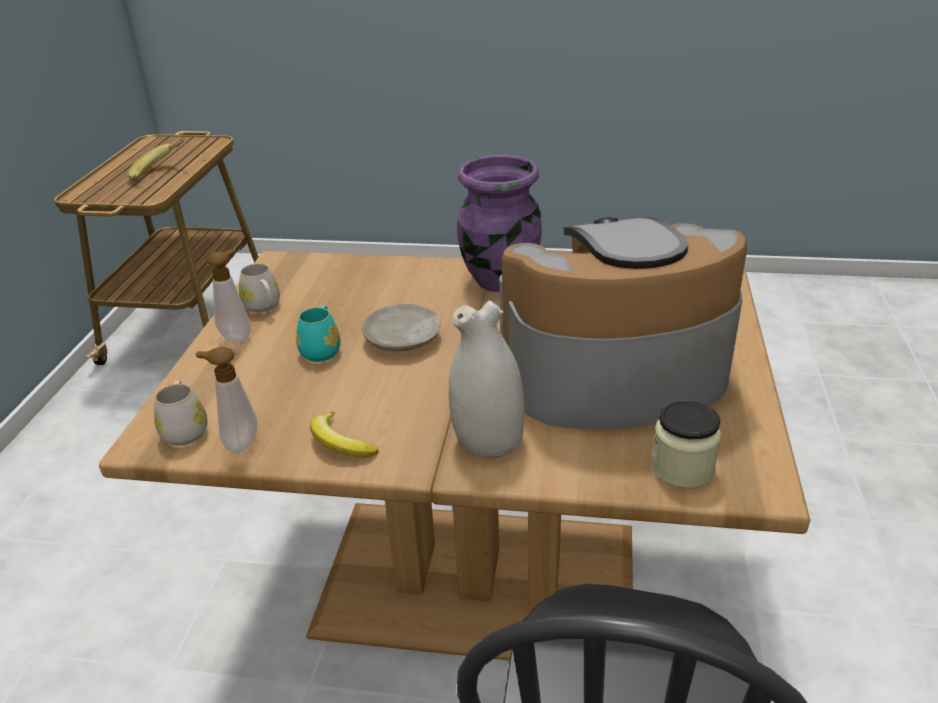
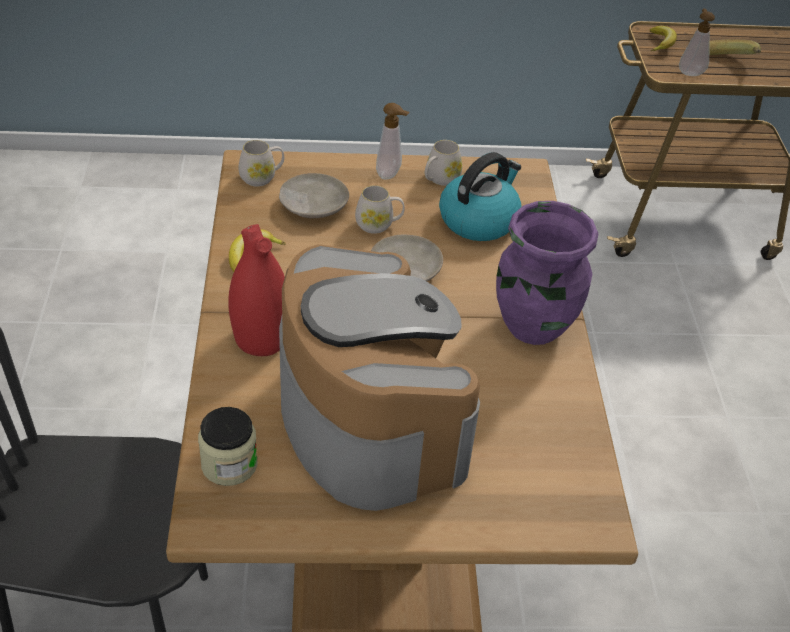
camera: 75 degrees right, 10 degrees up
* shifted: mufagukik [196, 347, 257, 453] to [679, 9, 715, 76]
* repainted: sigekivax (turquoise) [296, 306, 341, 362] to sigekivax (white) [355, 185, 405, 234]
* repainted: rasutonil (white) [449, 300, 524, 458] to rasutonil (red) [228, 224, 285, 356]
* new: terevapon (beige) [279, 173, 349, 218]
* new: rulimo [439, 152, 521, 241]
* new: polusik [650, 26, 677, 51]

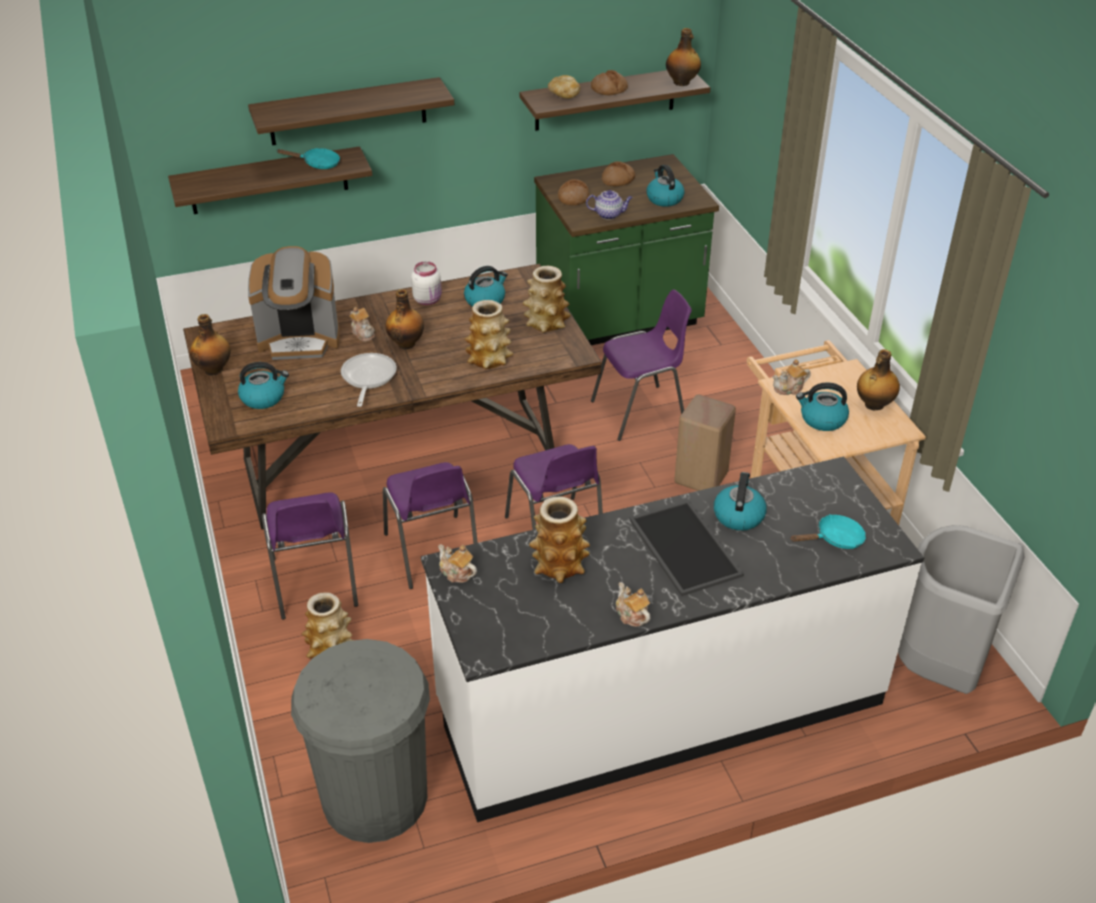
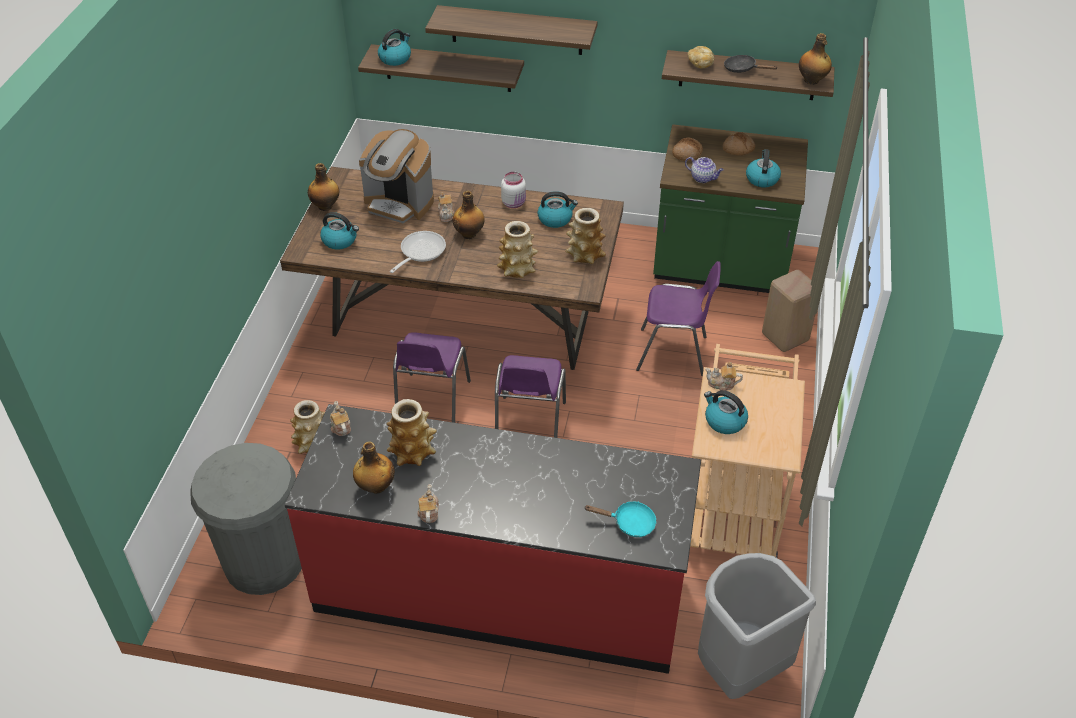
camera: 30 degrees right, 5 degrees up
* gone: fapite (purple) [262, 492, 358, 620]
* gone: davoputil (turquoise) [277, 148, 340, 169]
* repainted: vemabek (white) [421, 457, 924, 822] to vemabek (red) [285, 404, 701, 674]
* swapped: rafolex [591, 70, 628, 95] to davoputil (black) [724, 55, 777, 73]
* gone: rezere [629, 500, 744, 596]
* shifted: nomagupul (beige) [674, 394, 736, 491] to [762, 270, 815, 352]
* shifted: rulimo [714, 472, 767, 531] to [378, 29, 411, 66]
* shifted: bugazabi [857, 349, 900, 411] to [353, 442, 395, 494]

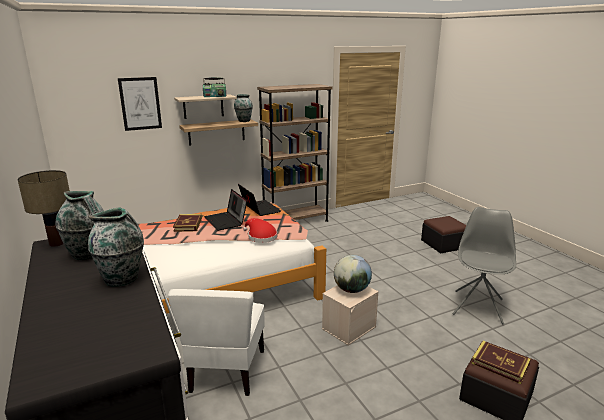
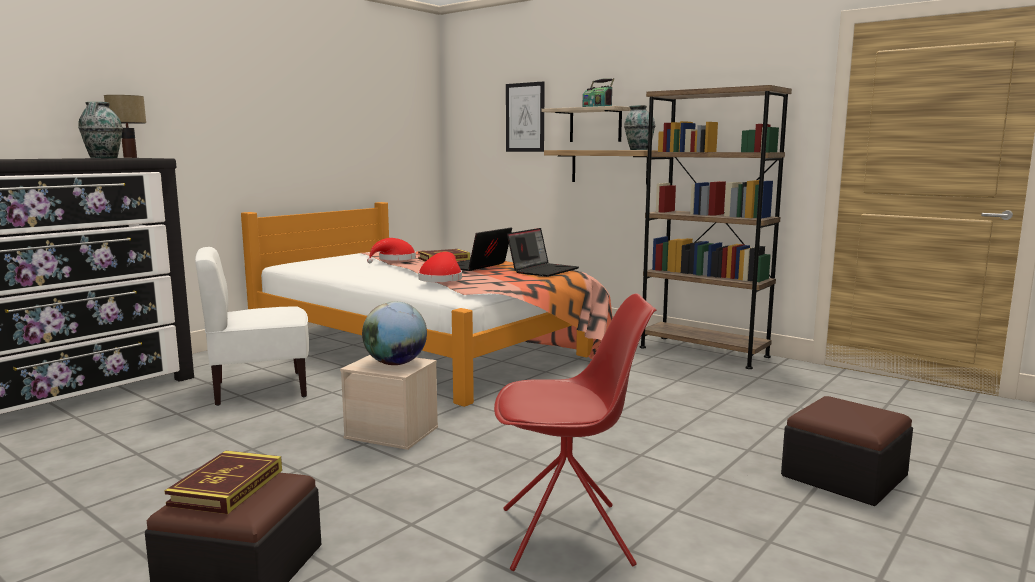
camera: 65 degrees right, 10 degrees down
* gone: rasutonil [88, 208, 144, 287]
* repainted: fapite (grey) [452, 207, 516, 325] to fapite (red) [494, 294, 657, 571]
* new: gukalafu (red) [367, 238, 416, 263]

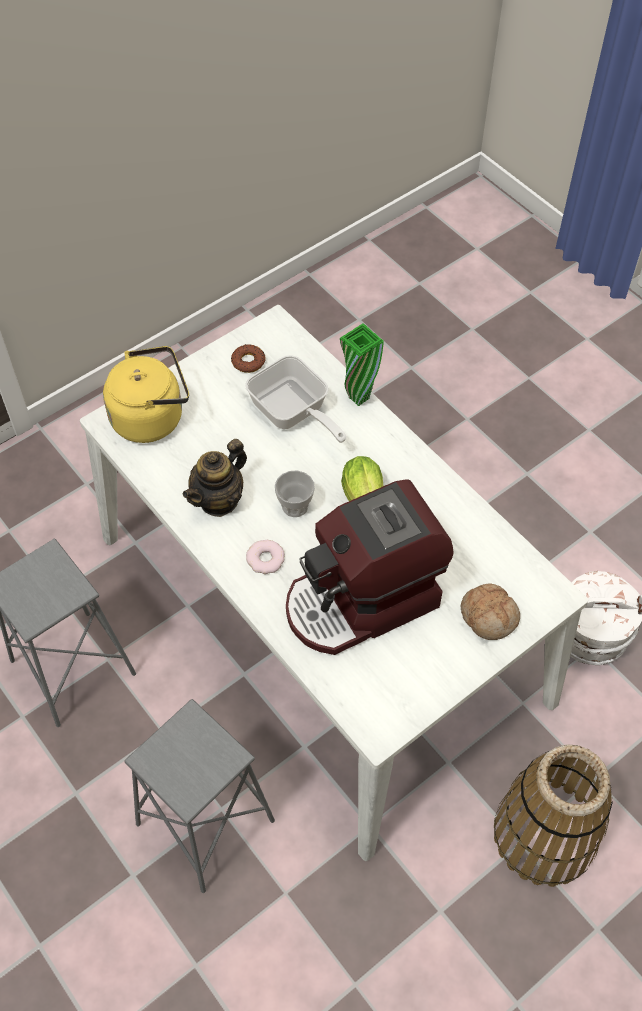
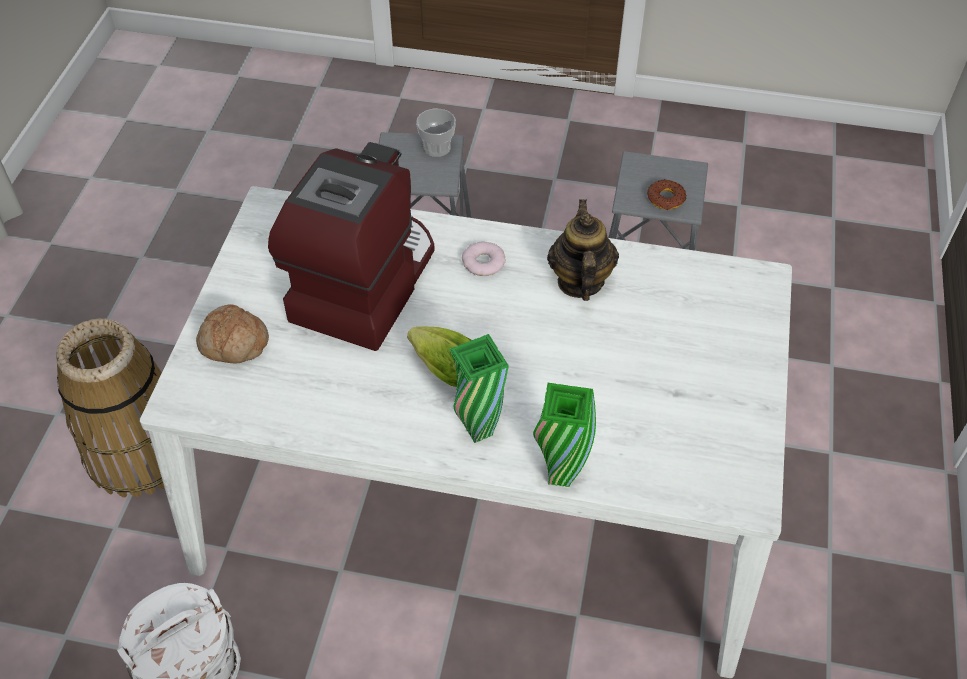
camera: 140 degrees right, 5 degrees down
* gone: rulimo (yellow) [103, 346, 189, 443]
* shifted: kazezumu [231, 344, 266, 373] to [647, 179, 686, 210]
* gone: davoputil [245, 355, 347, 443]
* shifted: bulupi [275, 470, 315, 517] to [416, 109, 456, 157]
* new: rasutonil (green) [449, 334, 509, 443]

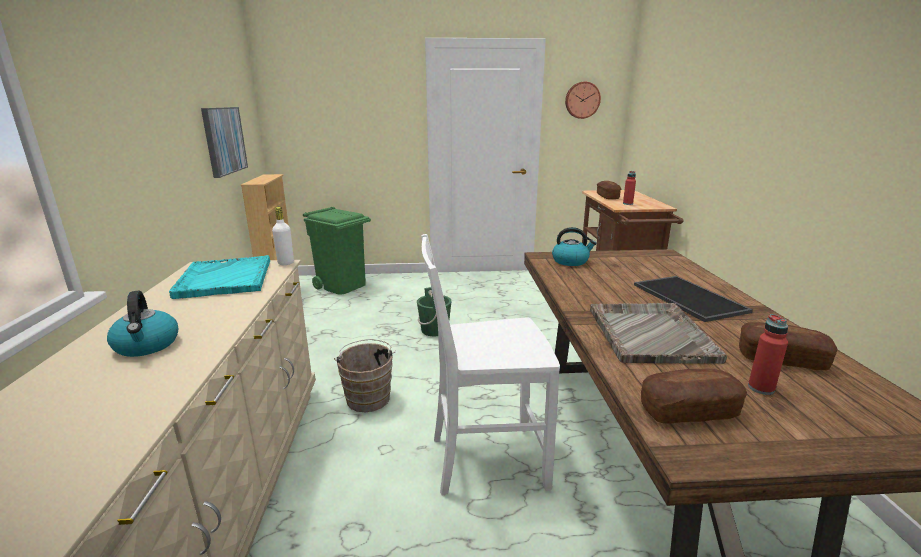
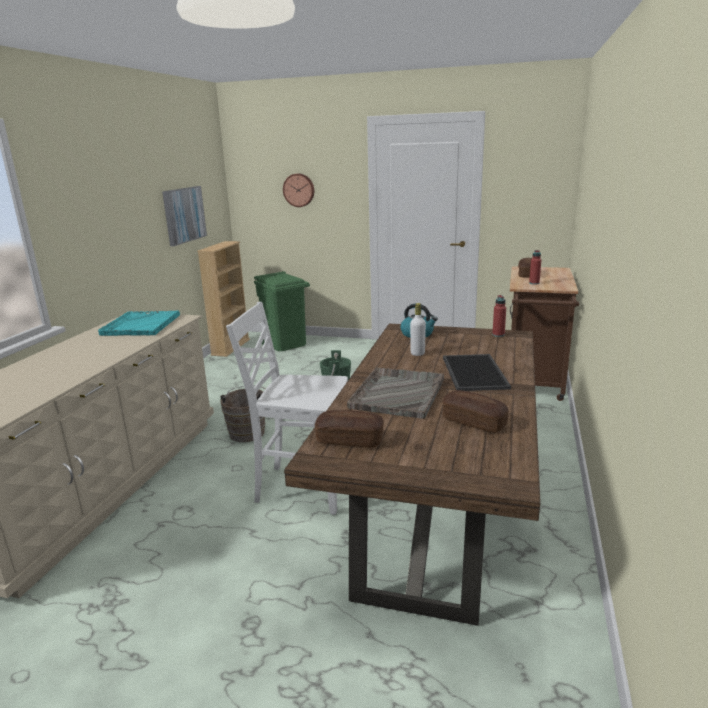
camera: 20 degrees right, 0 degrees up
* gone: rulimo [107, 290, 179, 357]
* shifted: bugazabi (white) [272, 207, 294, 265] to [410, 303, 426, 356]
* shifted: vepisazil [565, 82, 601, 119] to [283, 173, 314, 207]
* shifted: bugazabi (red) [748, 314, 788, 395] to [492, 295, 506, 337]

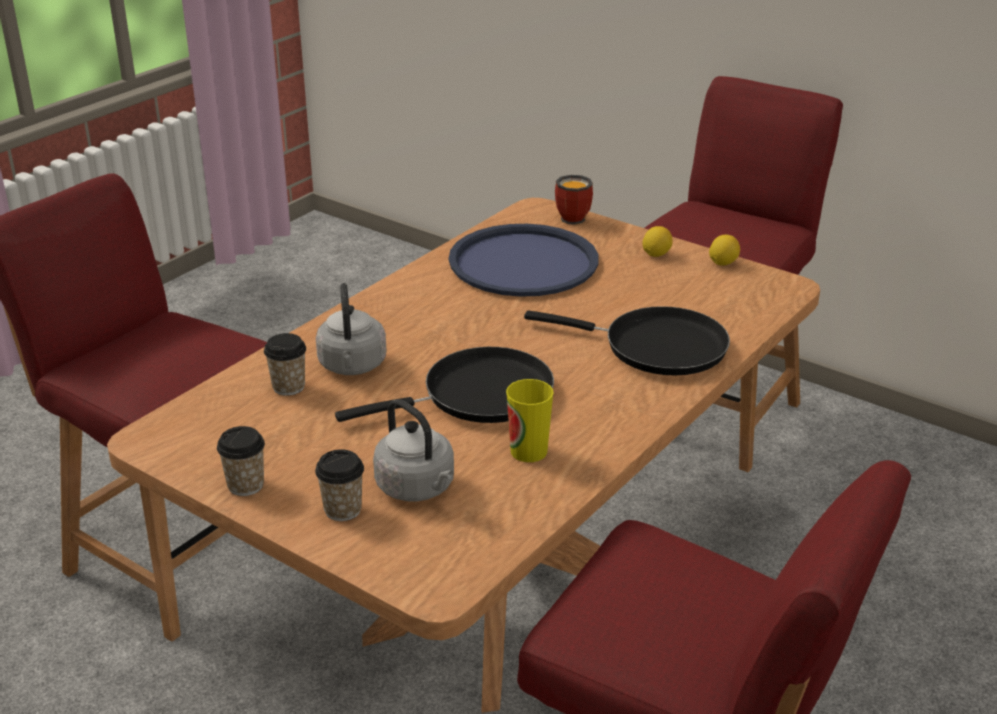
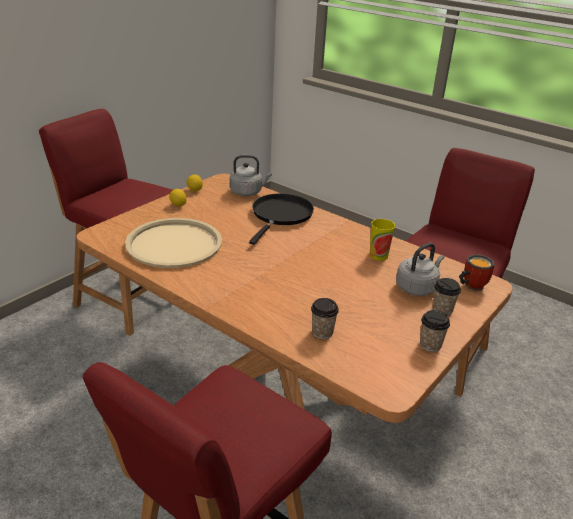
camera: 90 degrees left, 0 degrees up
* shifted: rulimo (grey) [316, 283, 387, 375] to [229, 155, 272, 196]
* gone: davoputil (black) [335, 347, 554, 423]
* repainted: rezere (blue) [449, 224, 599, 297] to rezere (beige) [125, 218, 222, 268]
* shifted: sigekivax [555, 175, 593, 225] to [459, 254, 495, 291]

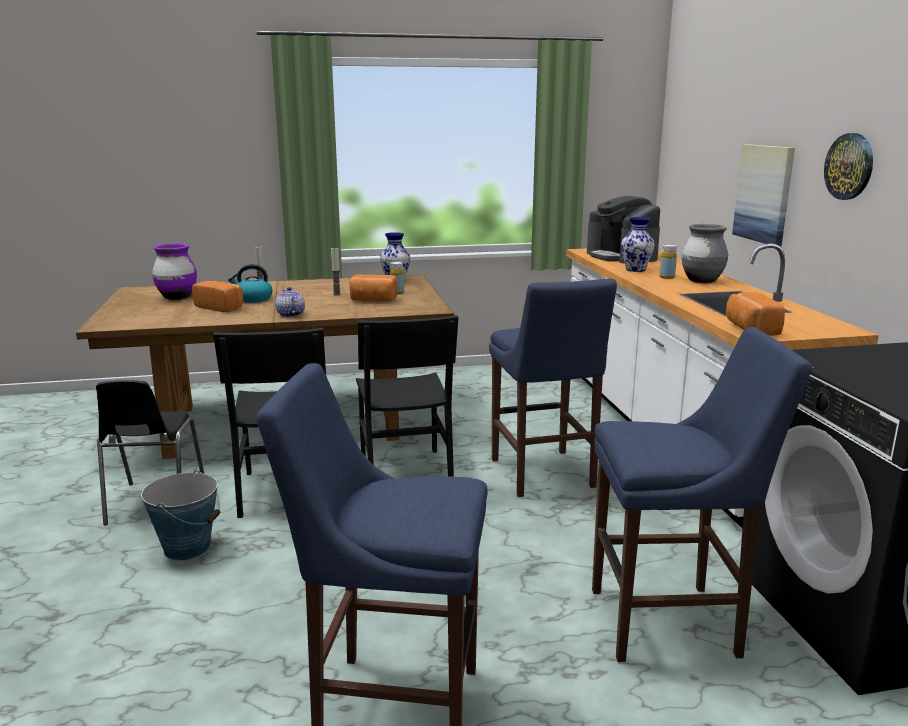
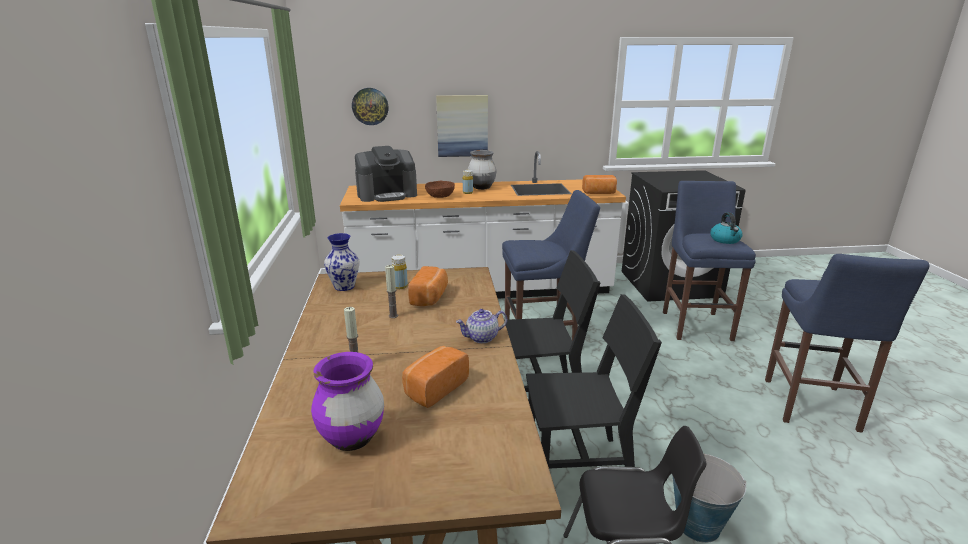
camera: 85 degrees left, 5 degrees up
* shifted: rulimo [228, 264, 272, 302] to [710, 212, 743, 244]
* swapped: rasutonil [621, 217, 655, 272] to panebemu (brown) [425, 181, 455, 198]
* shifted: vepisazil [824, 133, 873, 200] to [352, 88, 389, 125]

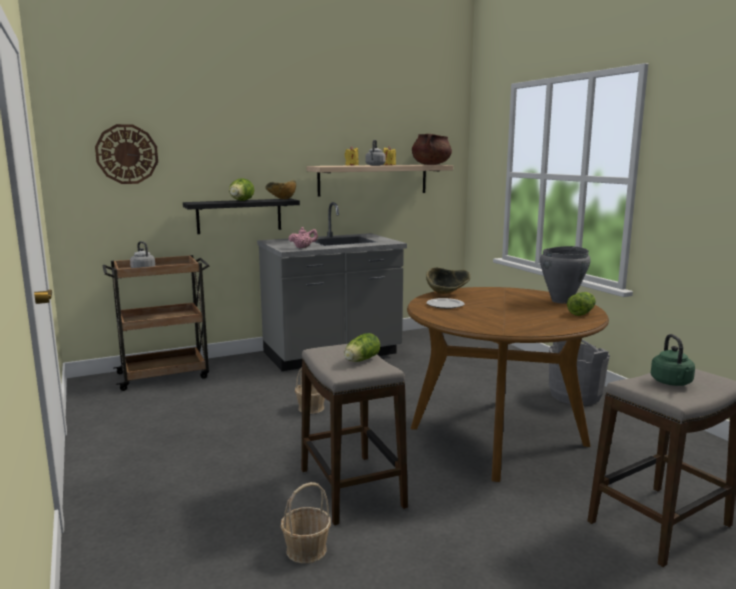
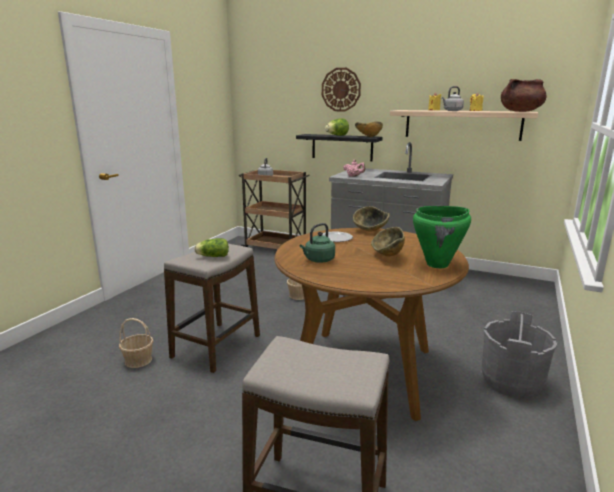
camera: 50 degrees right, 5 degrees up
* shifted: vepisazil [95, 124, 158, 184] to [322, 68, 361, 111]
* repainted: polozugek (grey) [540, 246, 591, 304] to polozugek (green) [413, 206, 471, 268]
* gone: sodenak [567, 292, 596, 316]
* shifted: rulimo (green) [651, 334, 695, 386] to [299, 223, 335, 263]
* new: panebemu [371, 227, 405, 257]

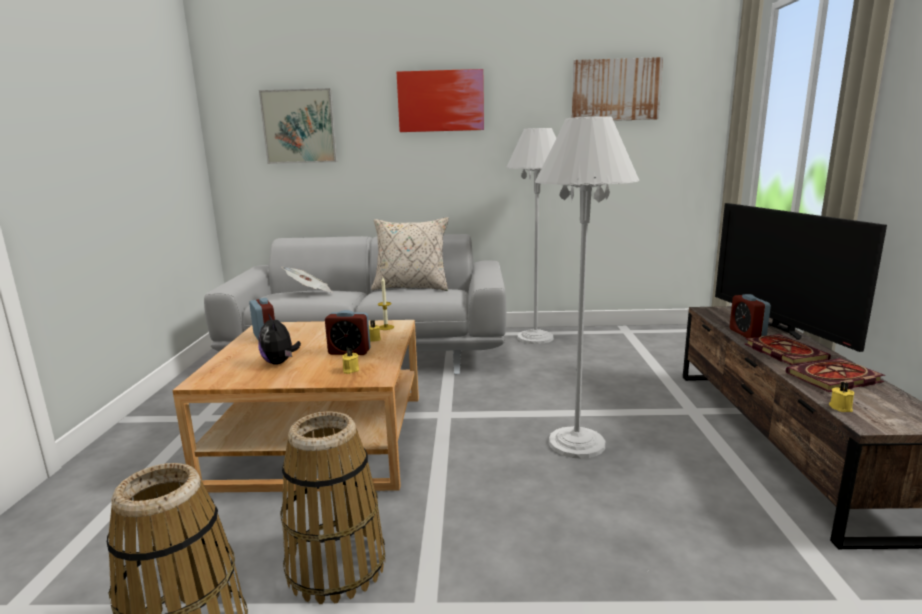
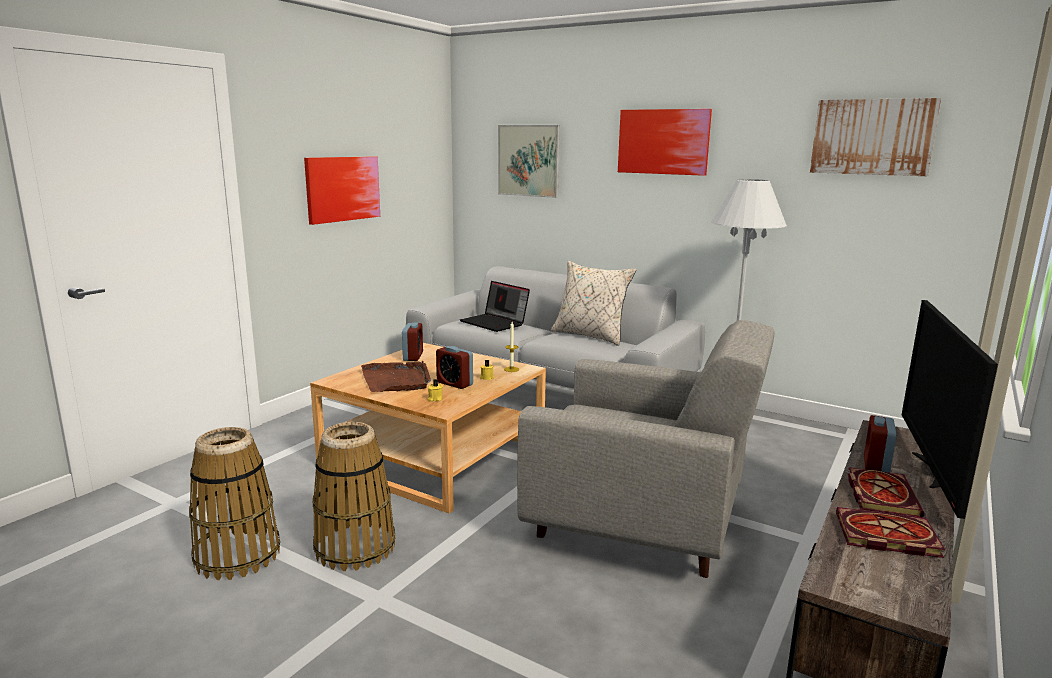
camera: 30 degrees right, 0 degrees up
* swapped: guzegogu [258, 314, 301, 365] to rezere (brown) [361, 361, 431, 392]
* swapped: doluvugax [281, 267, 333, 292] to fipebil [460, 281, 530, 332]
* swapped: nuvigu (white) [535, 116, 639, 459] to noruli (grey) [517, 320, 775, 578]
* gone: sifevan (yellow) [829, 382, 854, 412]
* new: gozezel [304, 157, 380, 225]

